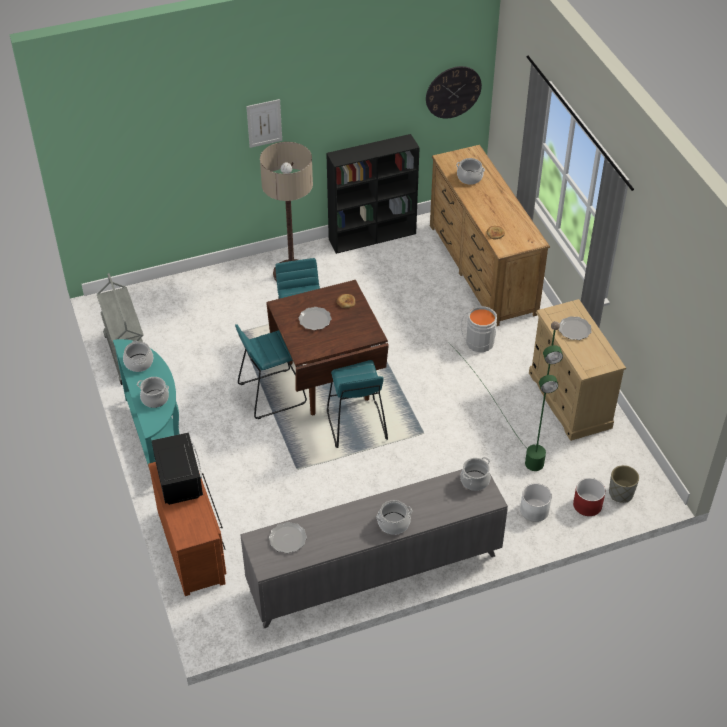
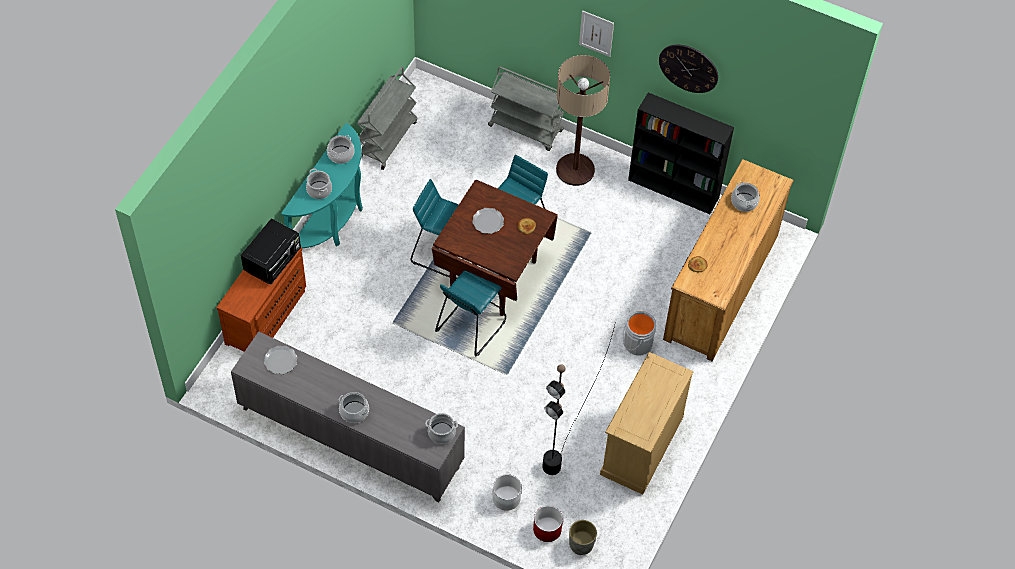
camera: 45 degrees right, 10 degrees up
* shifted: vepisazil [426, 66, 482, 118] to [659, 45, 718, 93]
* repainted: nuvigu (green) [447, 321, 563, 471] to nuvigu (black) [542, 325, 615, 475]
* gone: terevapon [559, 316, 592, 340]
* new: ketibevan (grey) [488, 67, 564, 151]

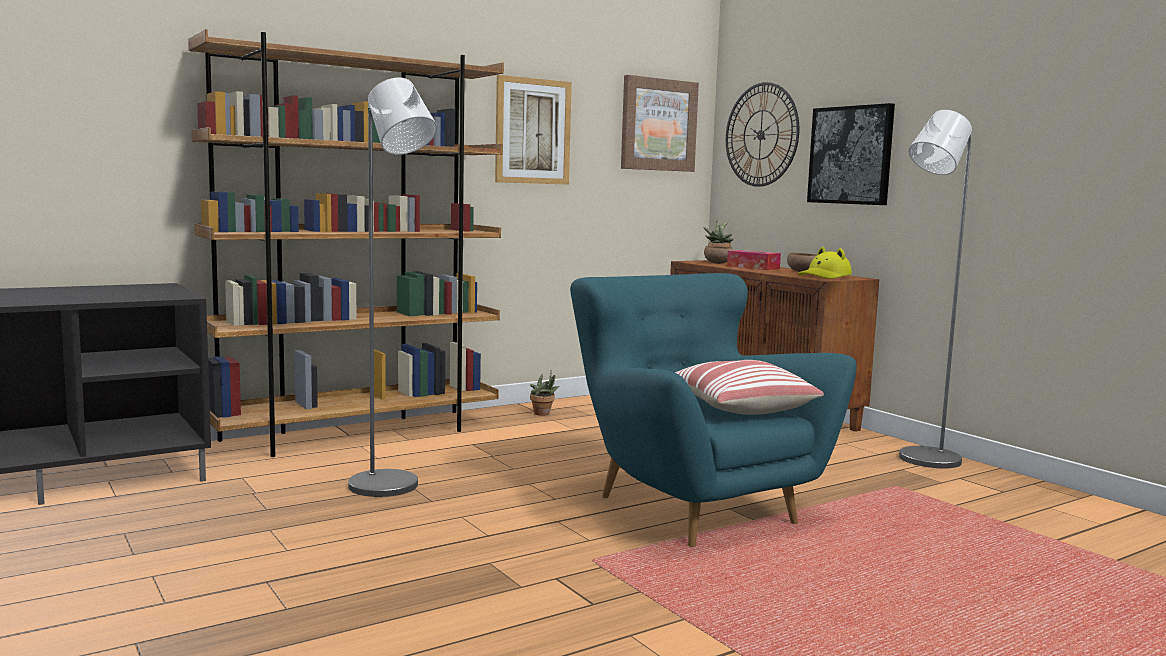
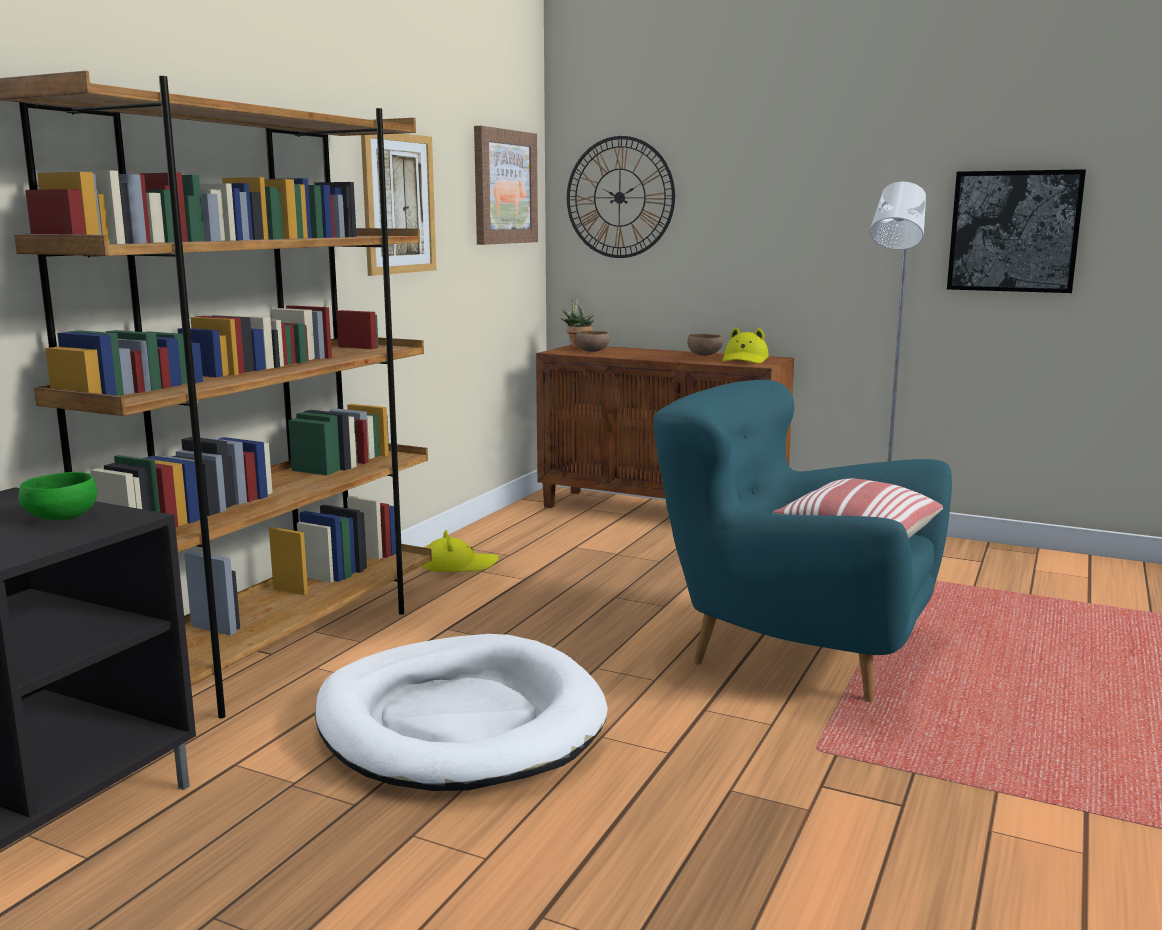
camera: 30 degrees left, 5 degrees up
* swapped: nuvigu (grey) [348, 77, 437, 497] to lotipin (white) [315, 634, 608, 791]
* swapped: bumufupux [530, 370, 559, 416] to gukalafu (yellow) [422, 530, 498, 572]
* gone: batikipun [727, 250, 781, 270]
* shifted: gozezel [807, 103, 895, 205] to [947, 169, 1086, 293]
* new: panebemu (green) [18, 472, 97, 521]

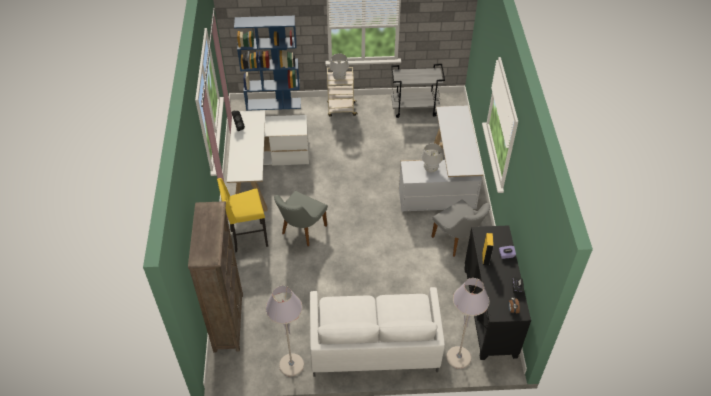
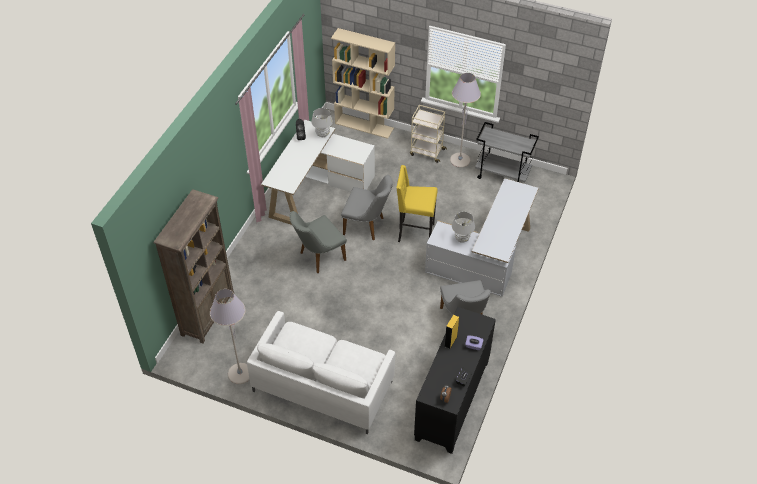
camera: 25 degrees right, 0 degrees up
* shifted: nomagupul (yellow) [217, 178, 268, 252] to [396, 165, 438, 242]
* repainted: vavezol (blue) [234, 16, 301, 111] to vavezol (beige) [331, 28, 395, 139]
* shifted: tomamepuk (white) [330, 53, 349, 80] to [311, 108, 333, 137]
* shifted: nuvigu (grey) [446, 278, 489, 369] to [450, 73, 481, 168]
* new: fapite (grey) [341, 175, 393, 240]

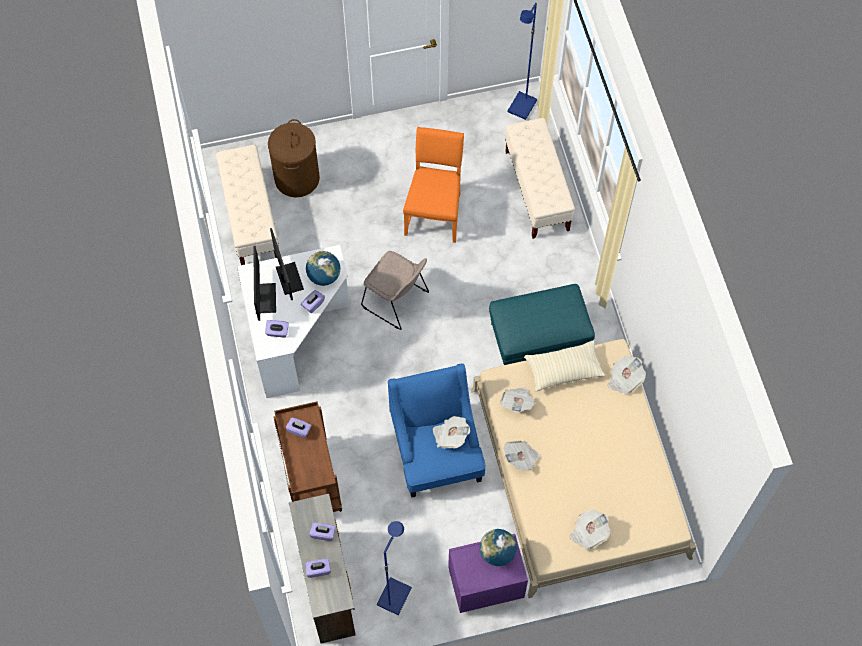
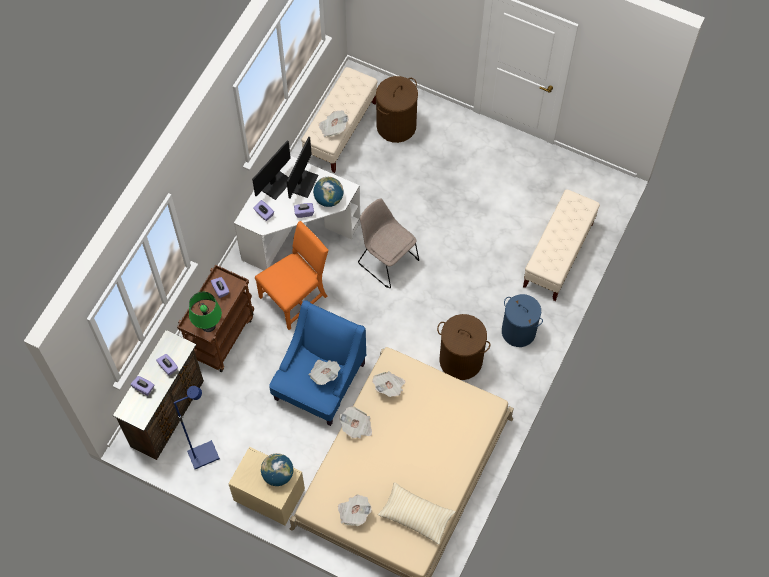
camera: 40 degrees right, 0 degrees up
* rotated: fapite (beige) [361, 251, 429, 330] = [358, 198, 419, 288] 150 degrees clockwise
* shifted: fapite (orange) [403, 127, 464, 243] to [255, 221, 329, 330]
* repainted: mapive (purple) [448, 534, 528, 613] to mapive (beige) [228, 447, 305, 526]
* swapped: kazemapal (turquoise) [489, 284, 595, 365] to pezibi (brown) [437, 314, 490, 380]
* gone: nuvigu (blue) [508, 3, 537, 120]
* shifted: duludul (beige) [524, 340, 605, 392] to [378, 482, 456, 544]
* shifted: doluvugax [607, 356, 646, 395] to [318, 110, 349, 137]
* new: tomamepuk (green) [189, 292, 222, 332]
* new: pezibi (blue) [502, 294, 543, 347]

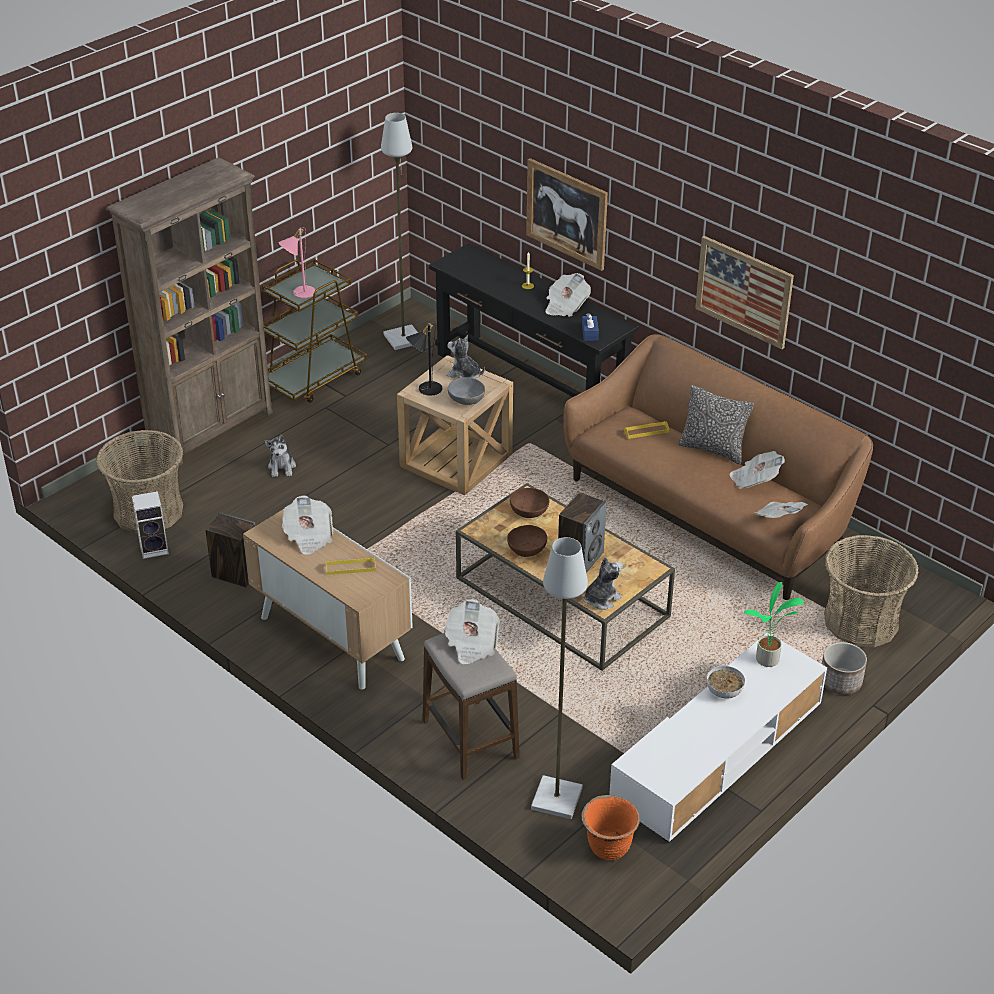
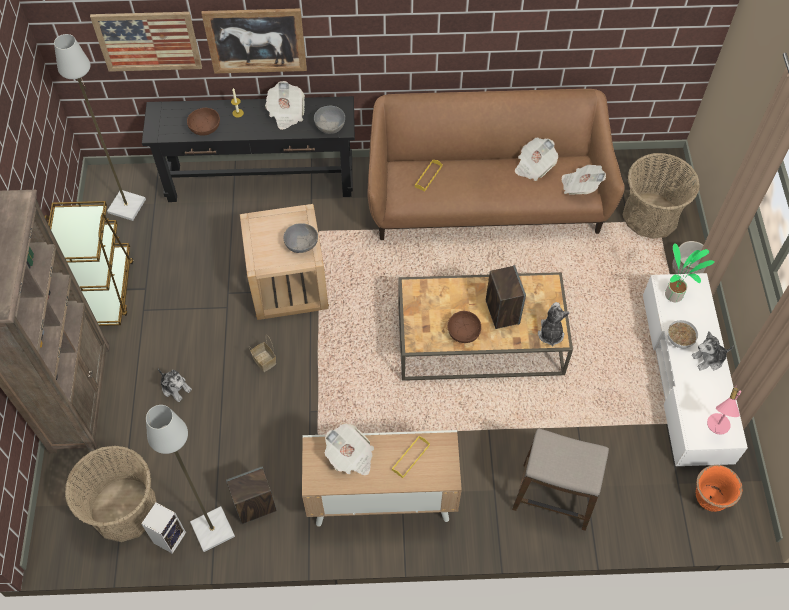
camera: 45 degrees left, 20 degrees up
* shifted: tomamepuk (pink) [279, 227, 315, 298] to [707, 385, 741, 435]
* gone: tomamepuk (black) [406, 323, 442, 396]
* gone: doluvugax [444, 599, 500, 664]
* shifted: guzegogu [446, 335, 485, 379] to [692, 331, 734, 371]
* shifted: panebemu (brown) [510, 488, 549, 518] to [187, 108, 220, 135]
* shifted: nuvigu (grey) [531, 537, 588, 819] to [146, 405, 235, 552]
* swapped: batikipun (blue) [582, 313, 599, 341] to panebemu (grey) [314, 106, 345, 134]
* gone: duludul [678, 385, 754, 464]
* shifted: gozezel [695, 236, 794, 349] to [90, 12, 202, 72]
* new: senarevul [249, 335, 276, 372]

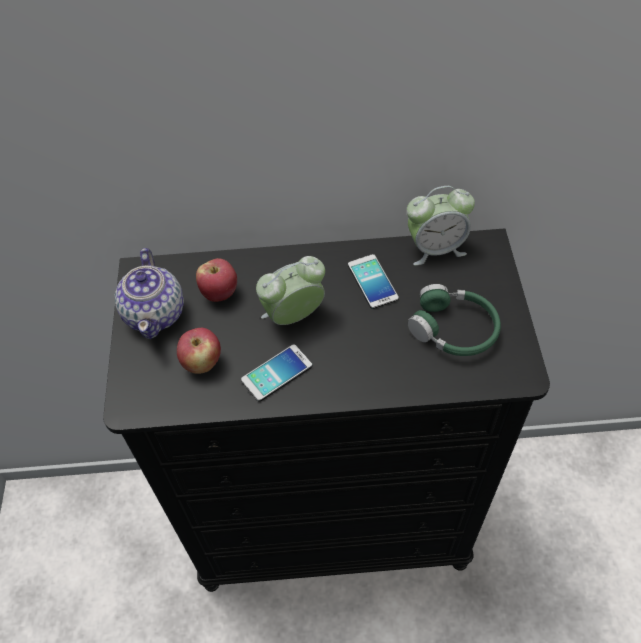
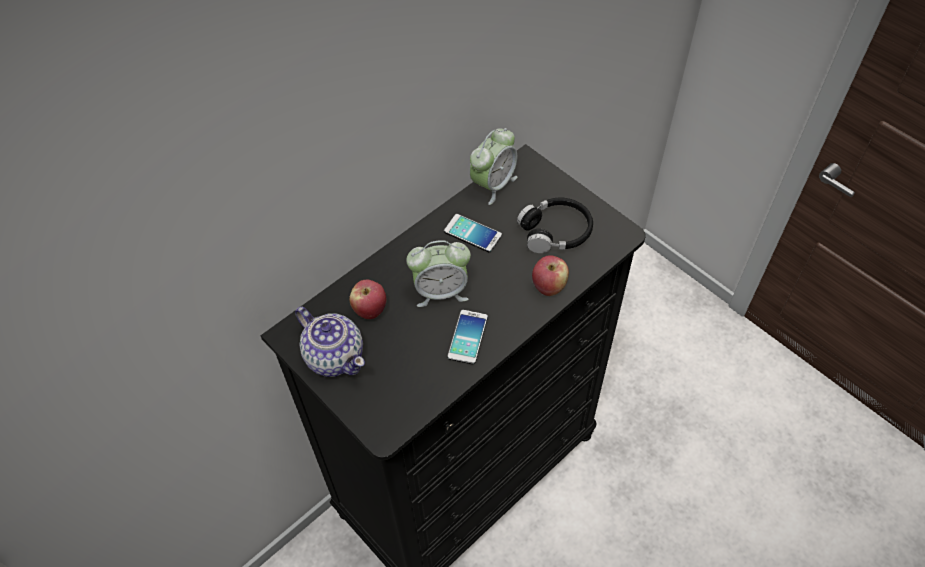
camera: 40 degrees left, 0 degrees up
* shifted: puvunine [177, 328, 221, 374] to [532, 255, 569, 296]
* rotated: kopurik [256, 256, 325, 325] = [406, 240, 471, 307] 120 degrees counterclockwise
* repainted: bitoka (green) [408, 284, 501, 356] to bitoka (black) [517, 197, 593, 253]

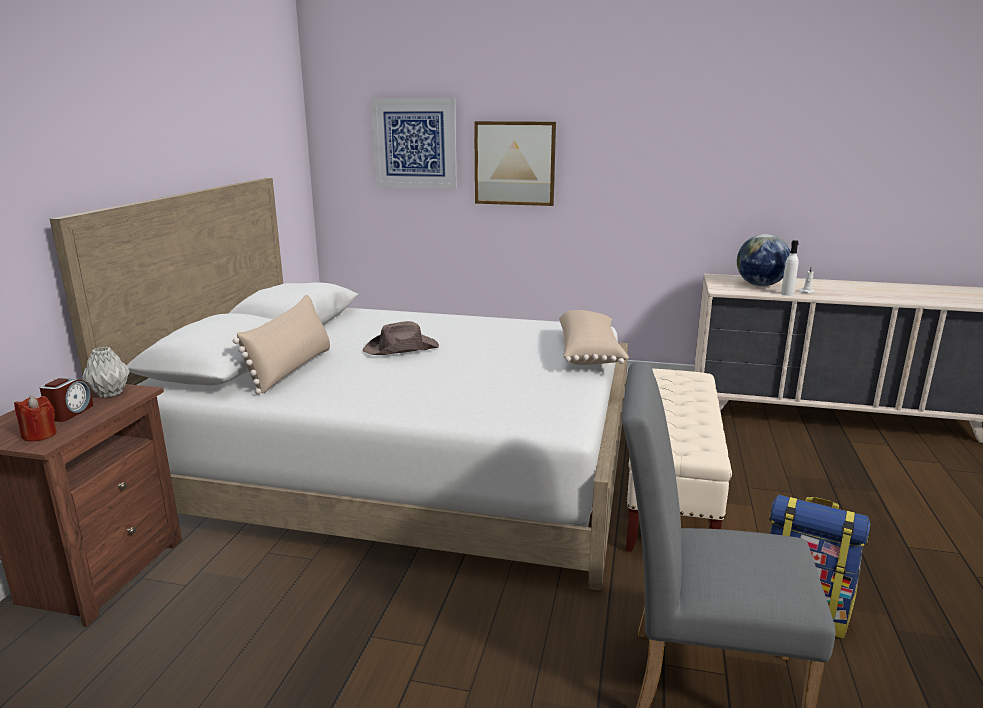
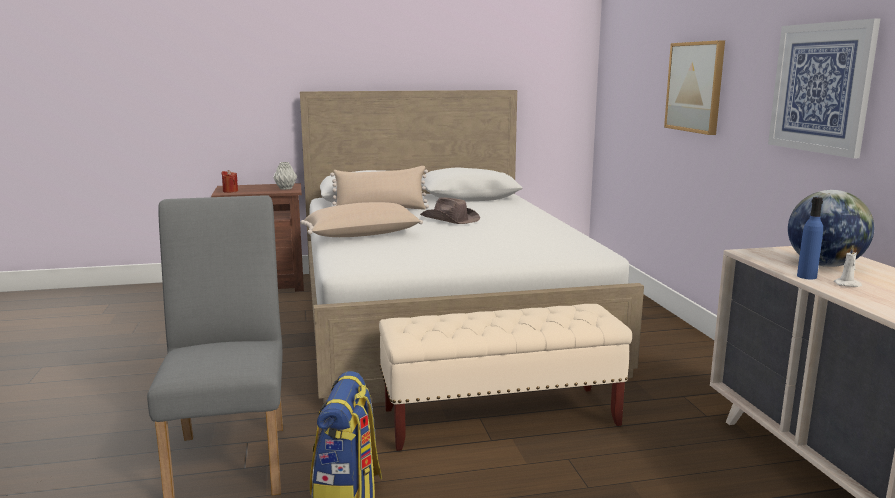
camera: 65 degrees right, 5 degrees down
* gone: kopurik [40, 378, 94, 422]
* shifted: gozezel [371, 98, 457, 189] to [768, 18, 880, 158]
* shifted: duludul (beige) [559, 310, 629, 365] to [300, 202, 423, 237]
* repainted: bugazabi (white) [781, 240, 799, 296] to bugazabi (blue) [797, 197, 823, 279]

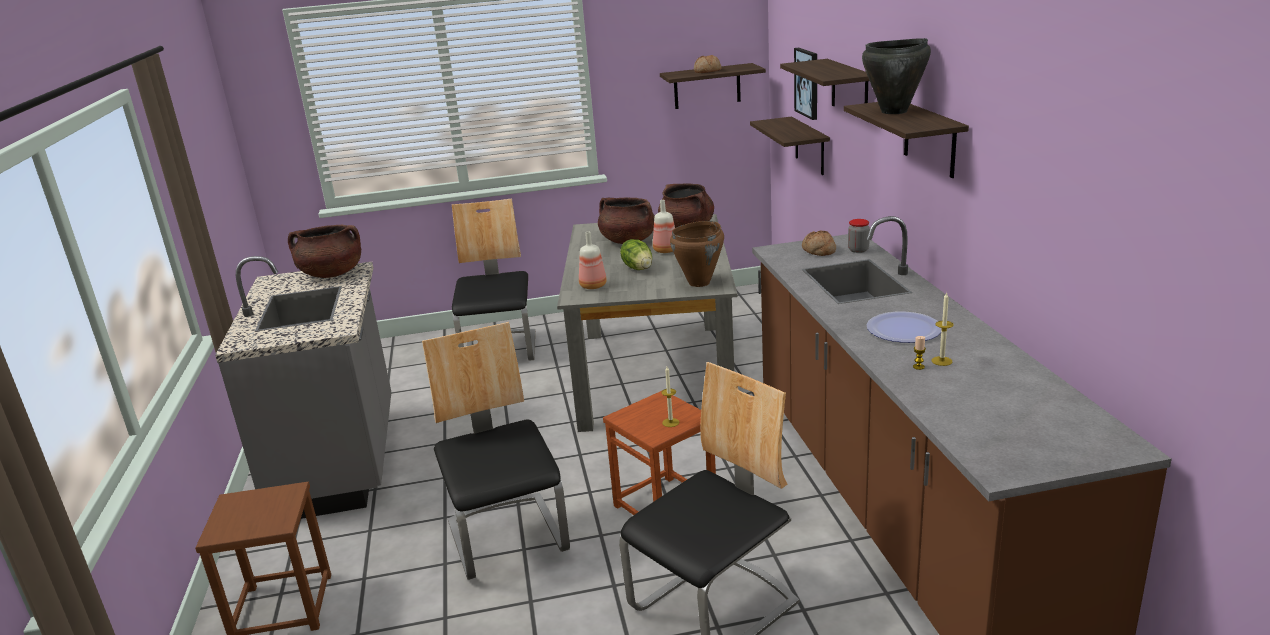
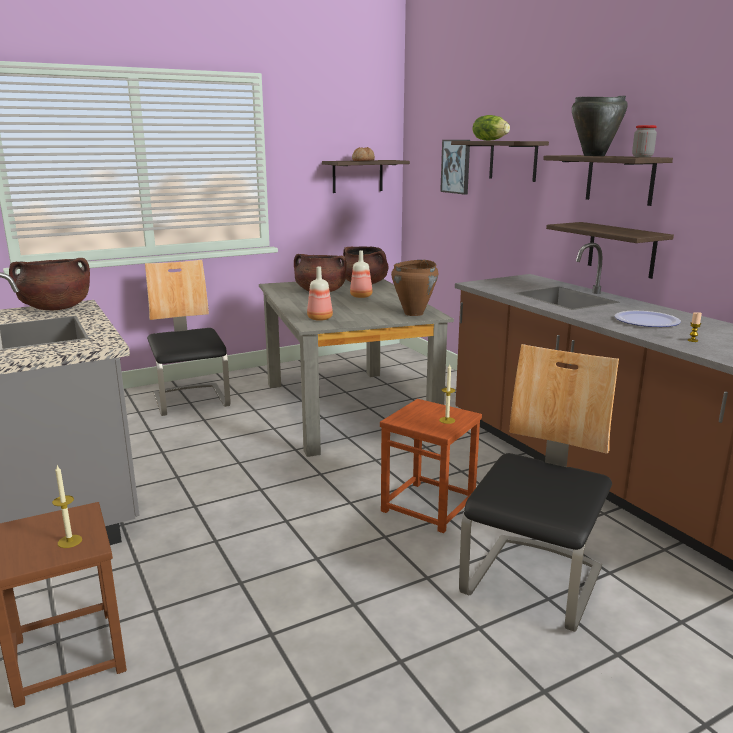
camera: 20 degrees left, 5 degrees down
* gone: fapite [422, 322, 570, 580]
* shifted: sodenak [620, 239, 652, 270] to [473, 115, 510, 141]
* shifted: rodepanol [750, 117, 830, 175] to [546, 222, 674, 279]
* gone: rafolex [802, 230, 836, 256]
* shifted: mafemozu [848, 219, 870, 253] to [632, 125, 657, 157]
* shifted: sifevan [932, 292, 954, 366] to [52, 465, 82, 548]

